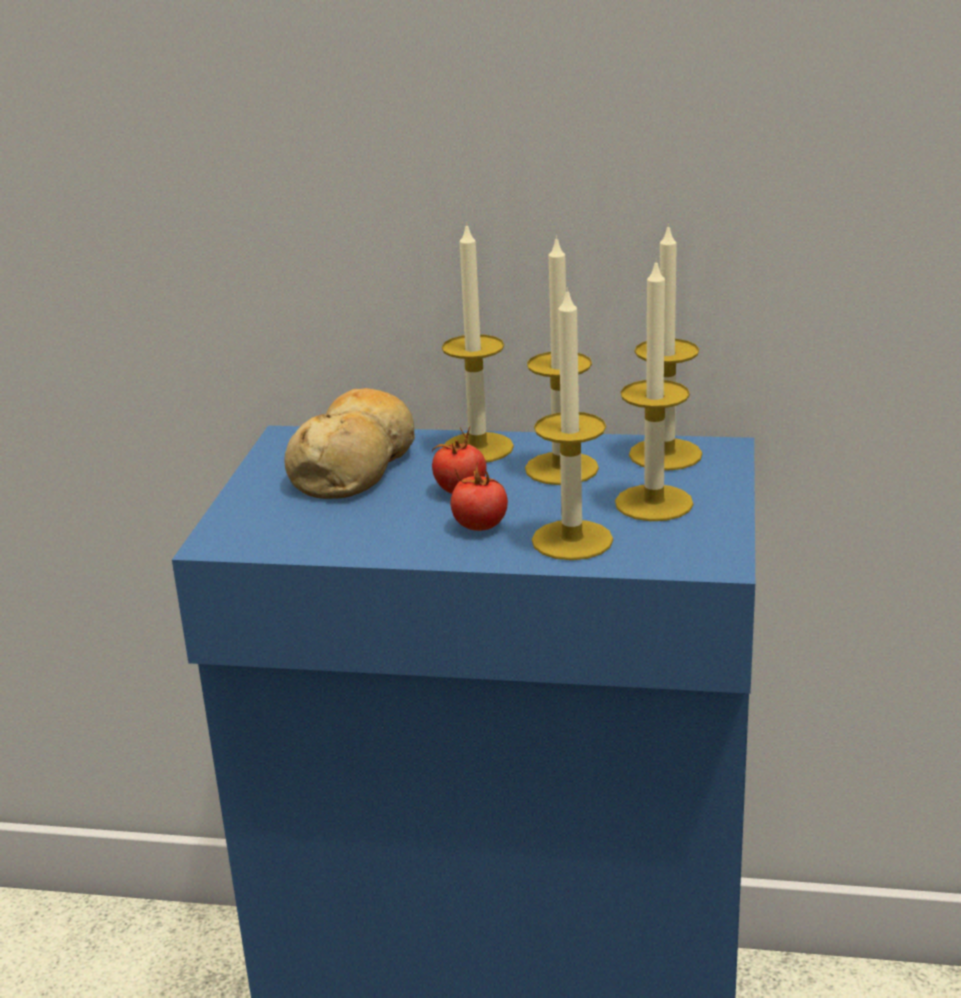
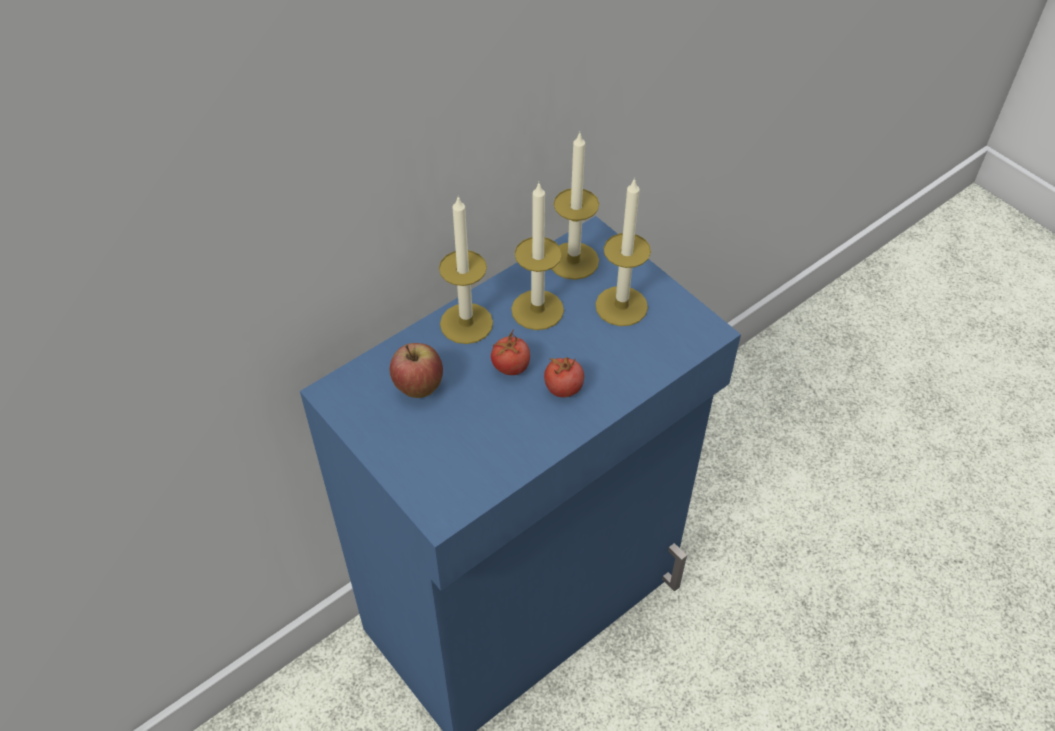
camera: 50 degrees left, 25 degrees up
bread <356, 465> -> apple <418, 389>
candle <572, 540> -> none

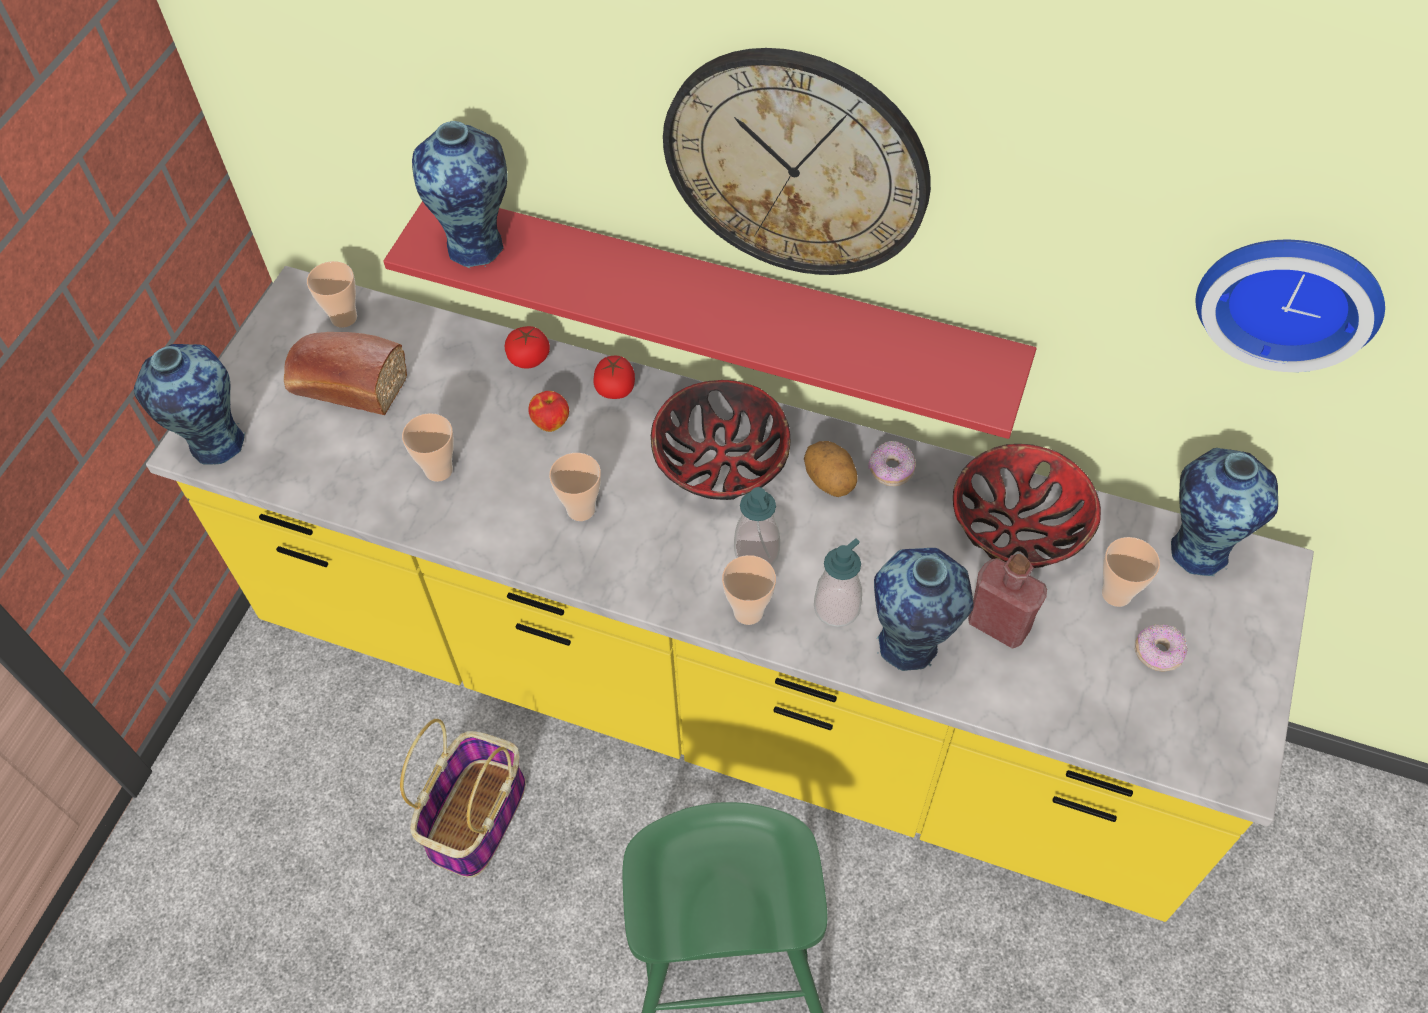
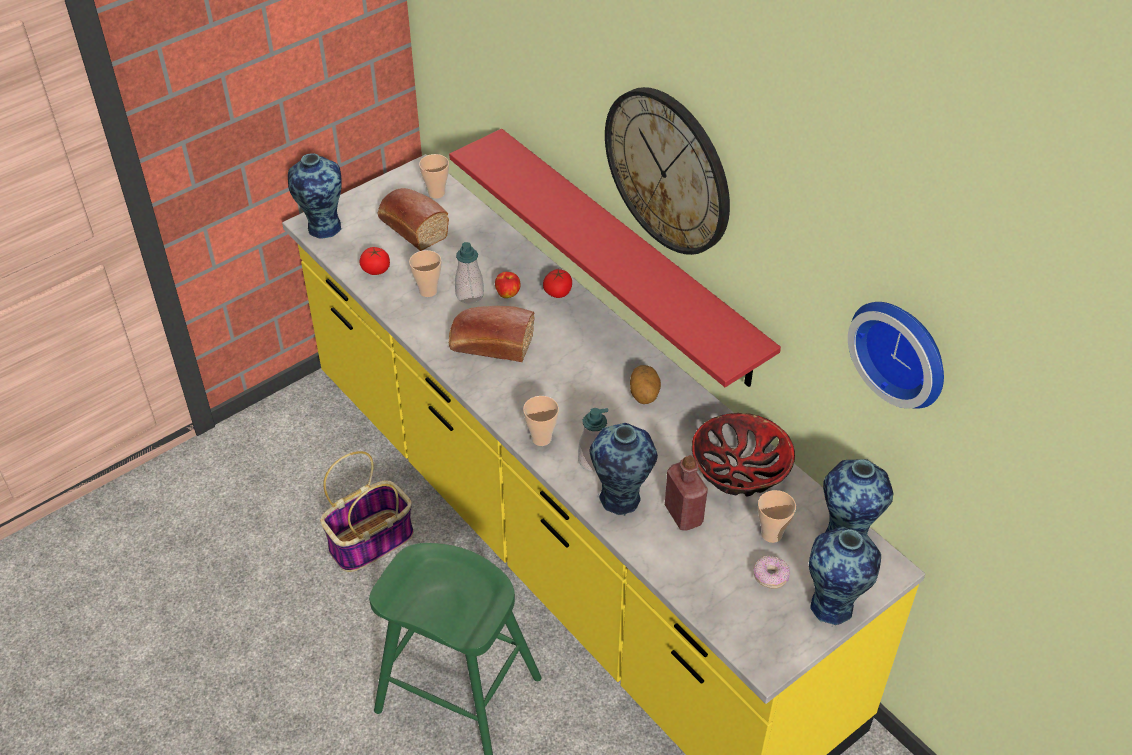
camera: 30 degrees right, 10 degrees down
tomato <529, 358> -> tomato <376, 270>, moved
cup <581, 509> -> bread <489, 344>
soap dispenser <756, 552> -> soap dispenser <469, 295>, moved
vase <477, 244> -> vase <833, 605>, moved
bowl <721, 462> -> none
donut <891, 470> -> none

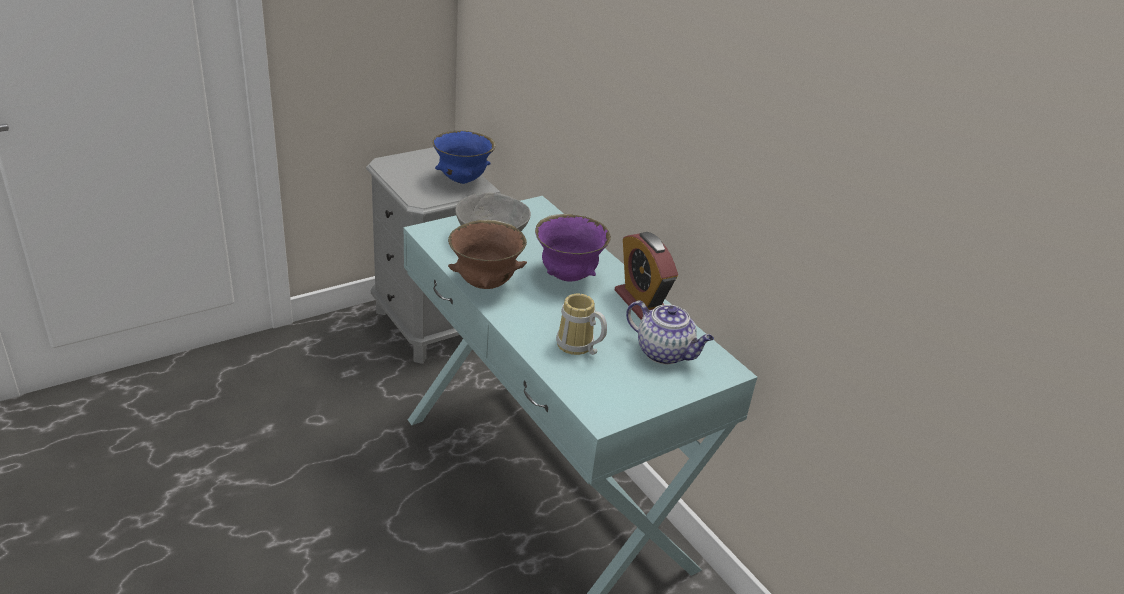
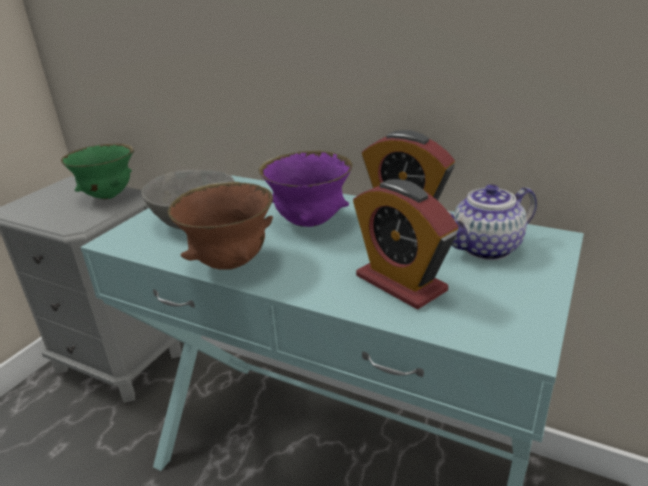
camera: 25 degrees left, 5 degrees down
blue bowl <462, 180> -> green bowl <109, 196>
mug <577, 348> -> alarm clock <400, 283>
teapot <665, 353> -> teapot <485, 249>, 150 degrees clockwise

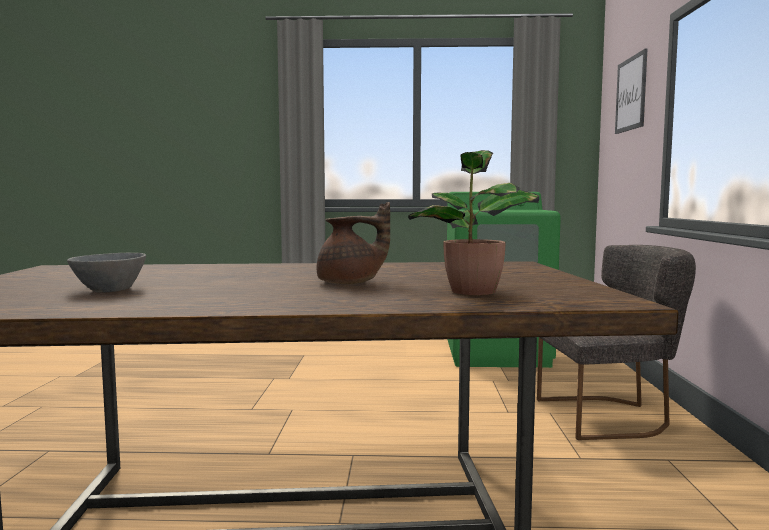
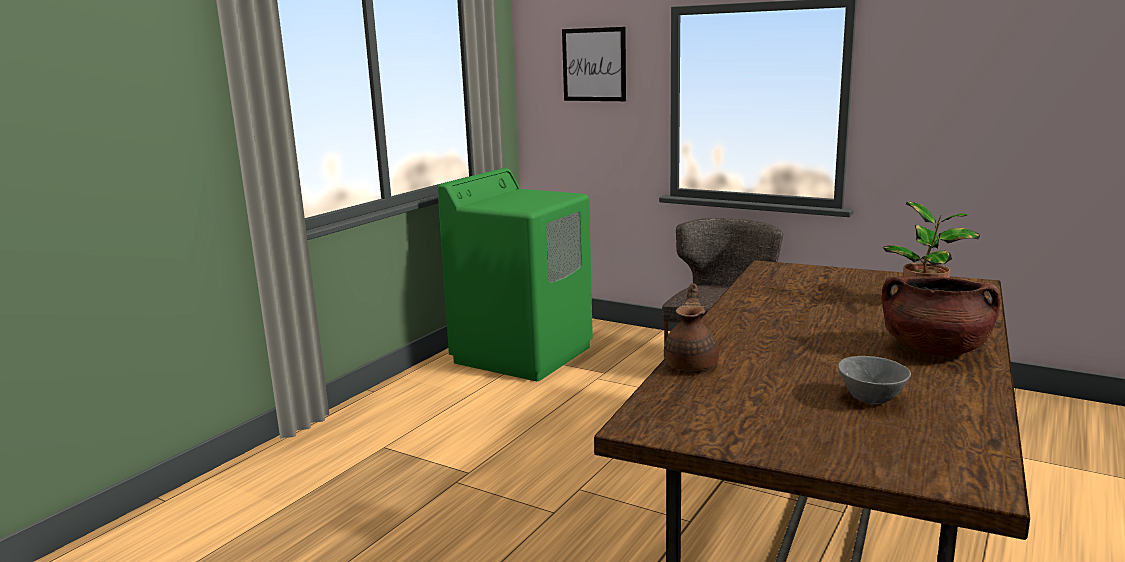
camera: 60 degrees left, 10 degrees up
brown teapot <351, 283> -> brown teapot <692, 364>, moved
none -> brown cooking pot <934, 349>

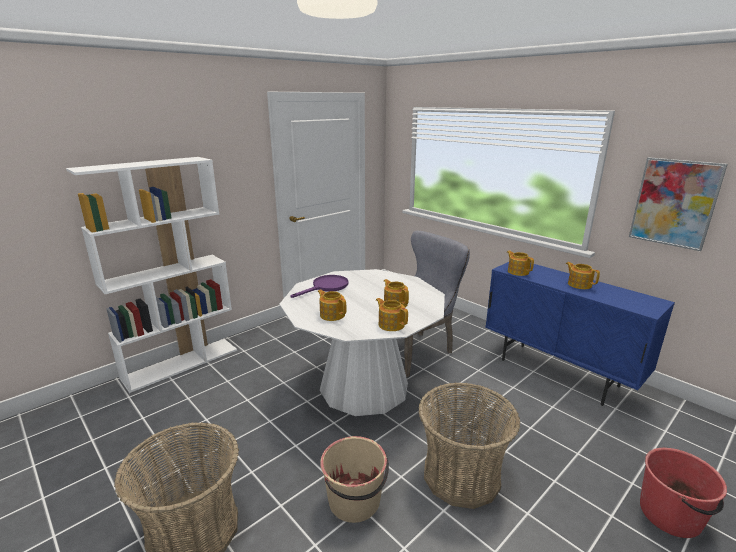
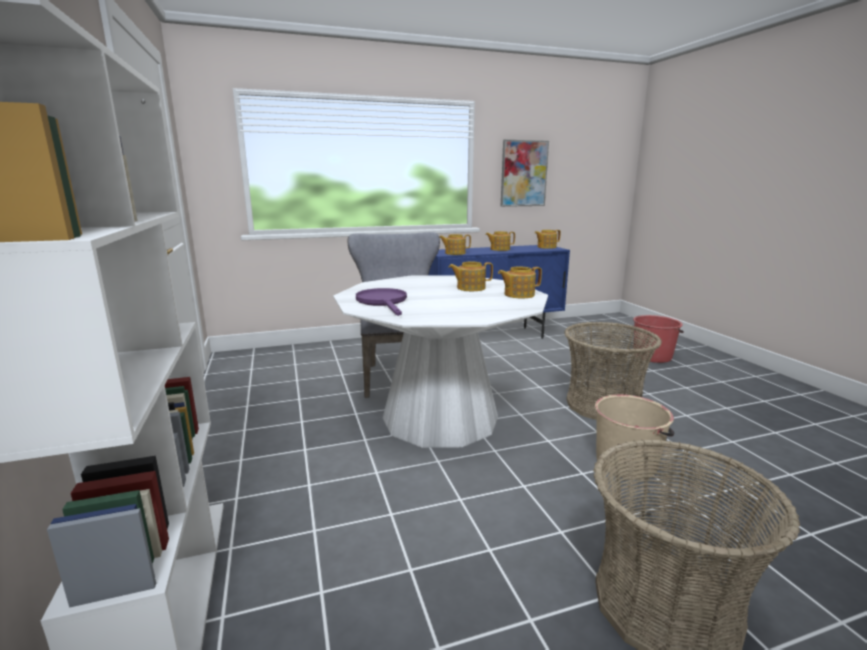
camera: 65 degrees left, 5 degrees down
teapot <332, 315> -> teapot <546, 247>, moved

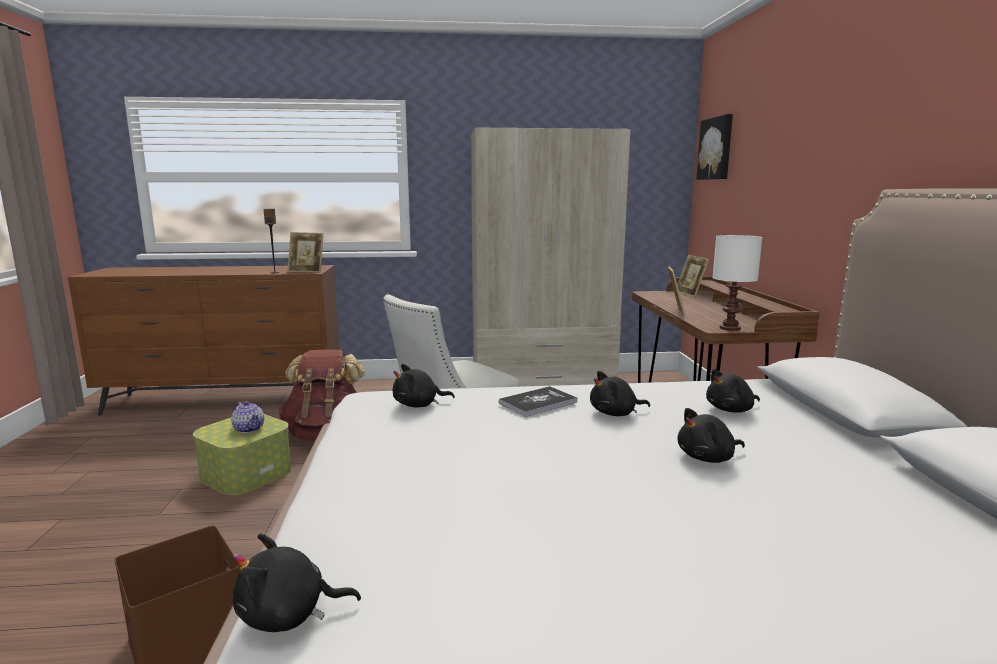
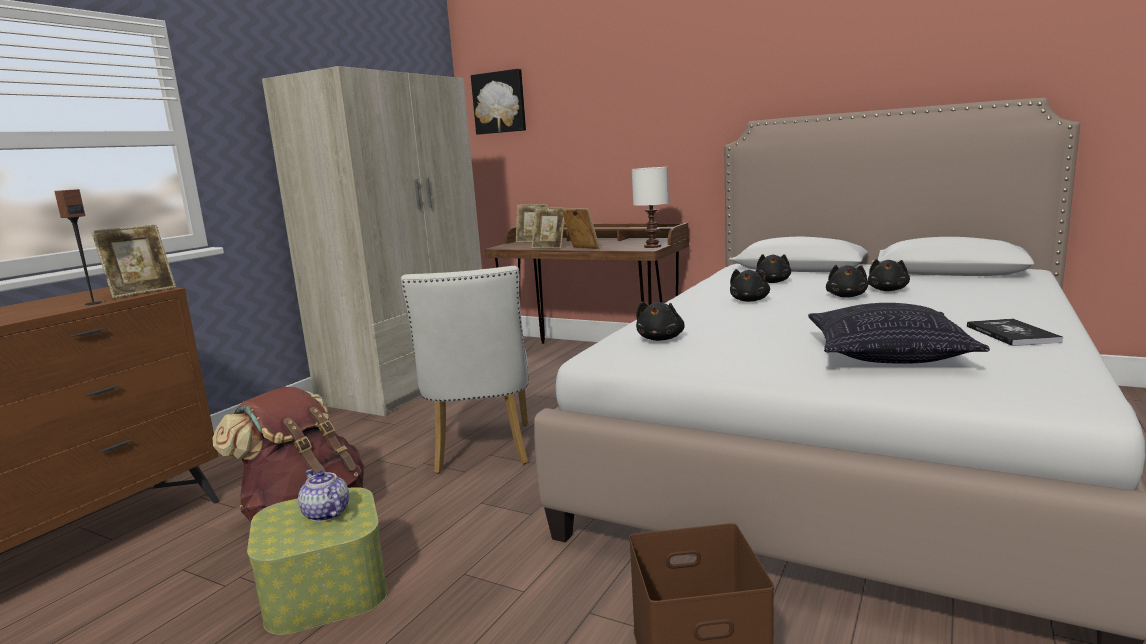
camera: 55 degrees left, 0 degrees up
teapot <249, 429> -> teapot <326, 514>, 120 degrees counterclockwise
none -> picture frame <549, 247>
none -> pillow <887, 355>
black plush toy <289, 615> -> black plush toy <888, 290>, moved
book <538, 403> -> book <1012, 334>, moved

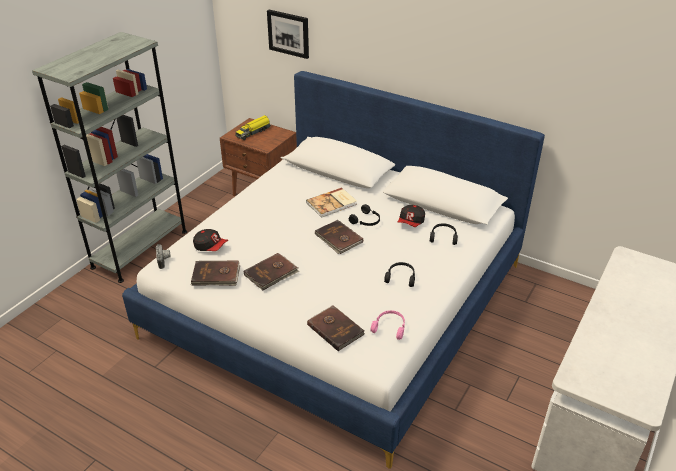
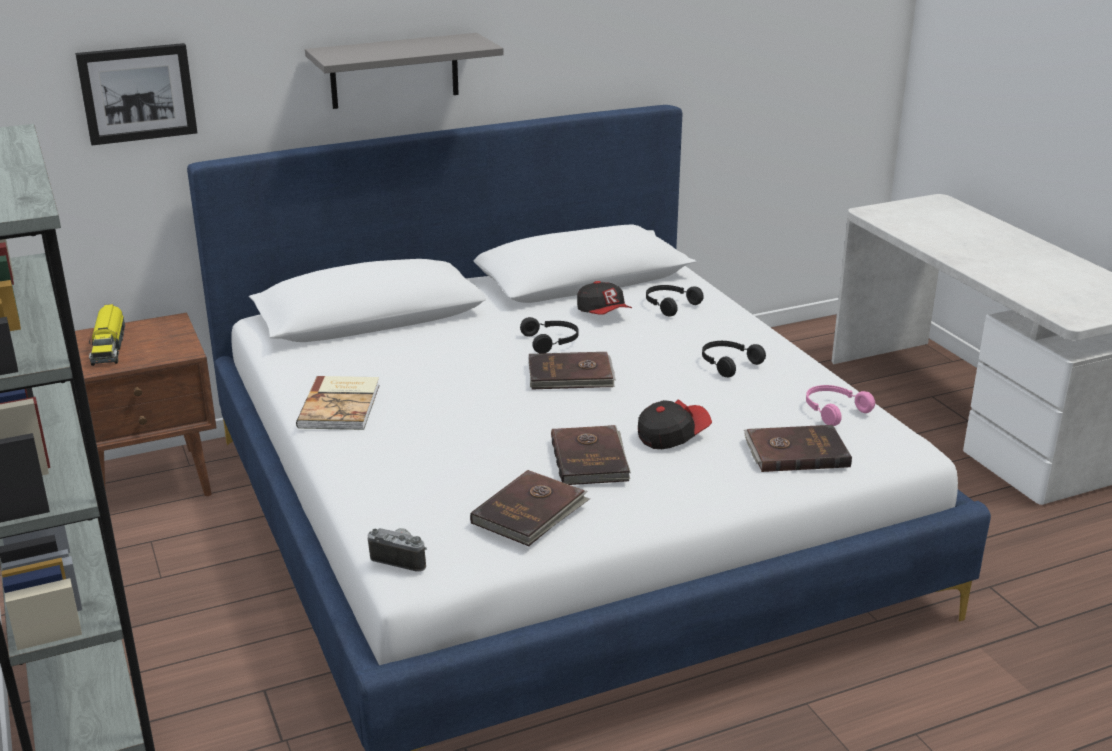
camera: 55 degrees left, 10 degrees down
book <332, 204> -> book <342, 405>, moved
none -> grey shelf <394, 71>
cap <210, 247> -> cap <672, 436>, moved

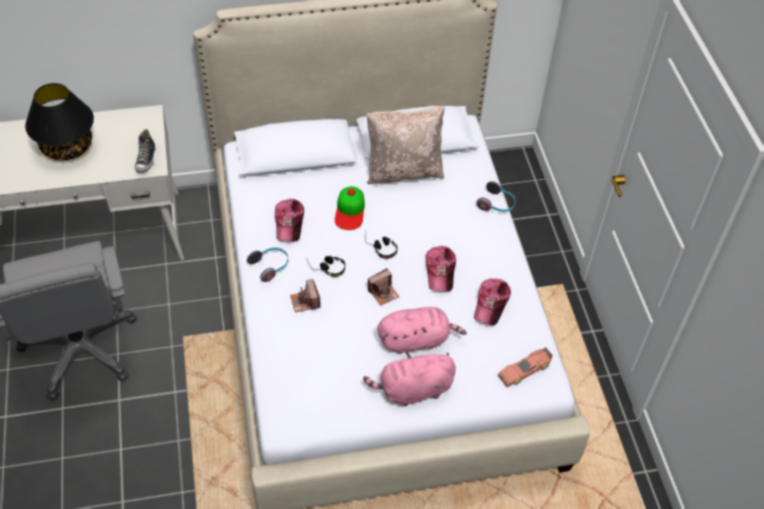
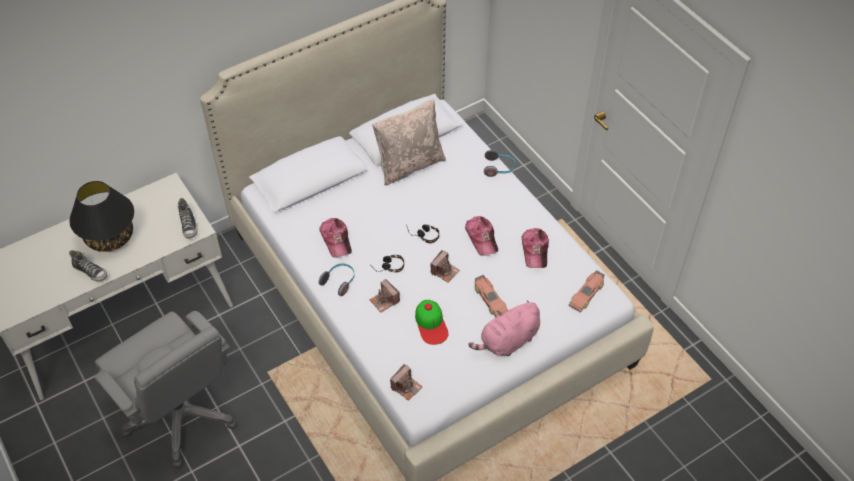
camera: 20 degrees left, 0 degrees up
none -> shoe <91, 271>
none -> photo camera <406, 387>
cap <350, 211> -> cap <431, 324>, moved
pink plush toy <416, 339> -> toy car <490, 300>

